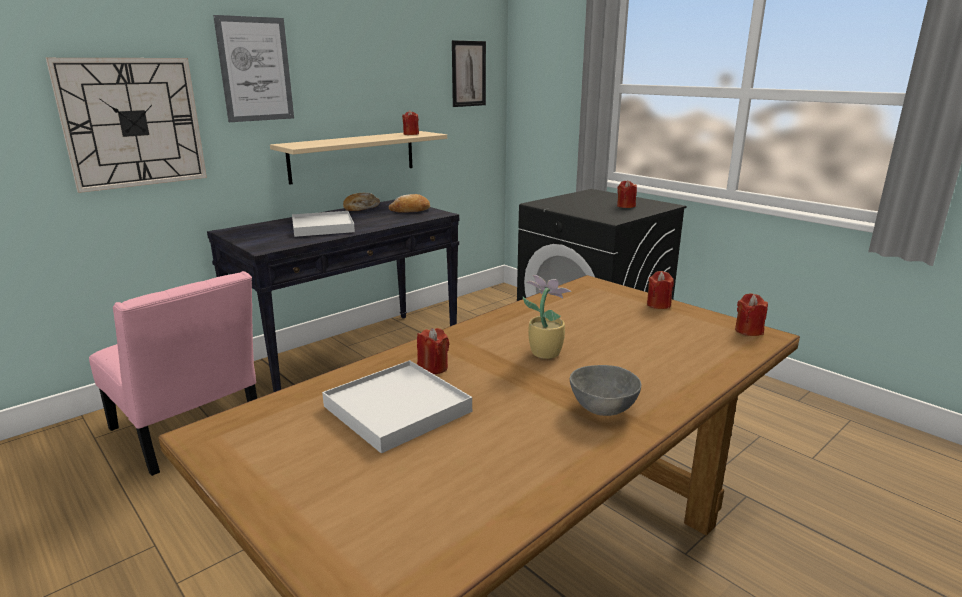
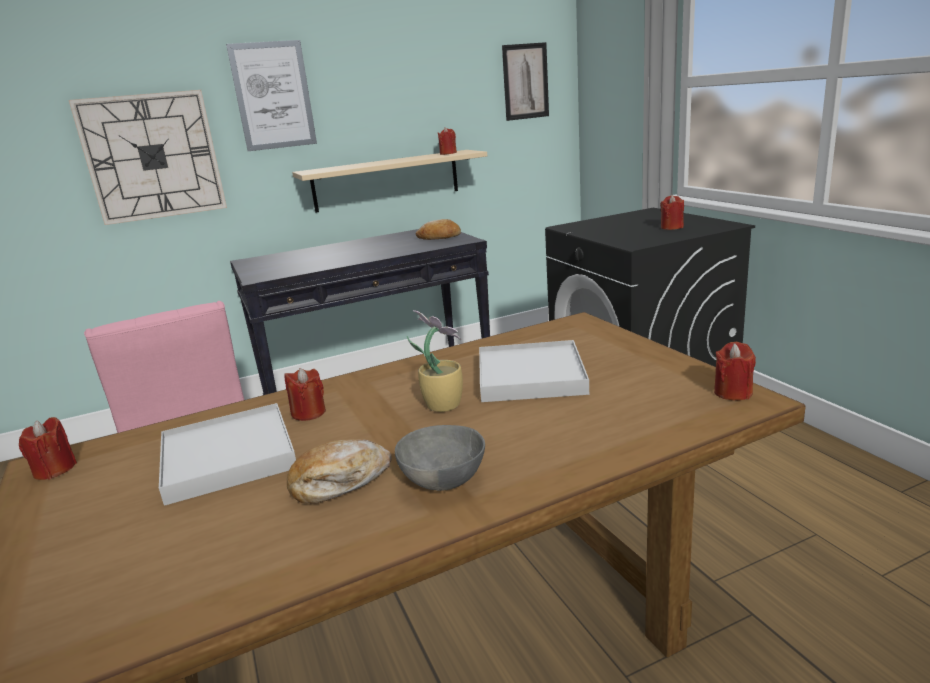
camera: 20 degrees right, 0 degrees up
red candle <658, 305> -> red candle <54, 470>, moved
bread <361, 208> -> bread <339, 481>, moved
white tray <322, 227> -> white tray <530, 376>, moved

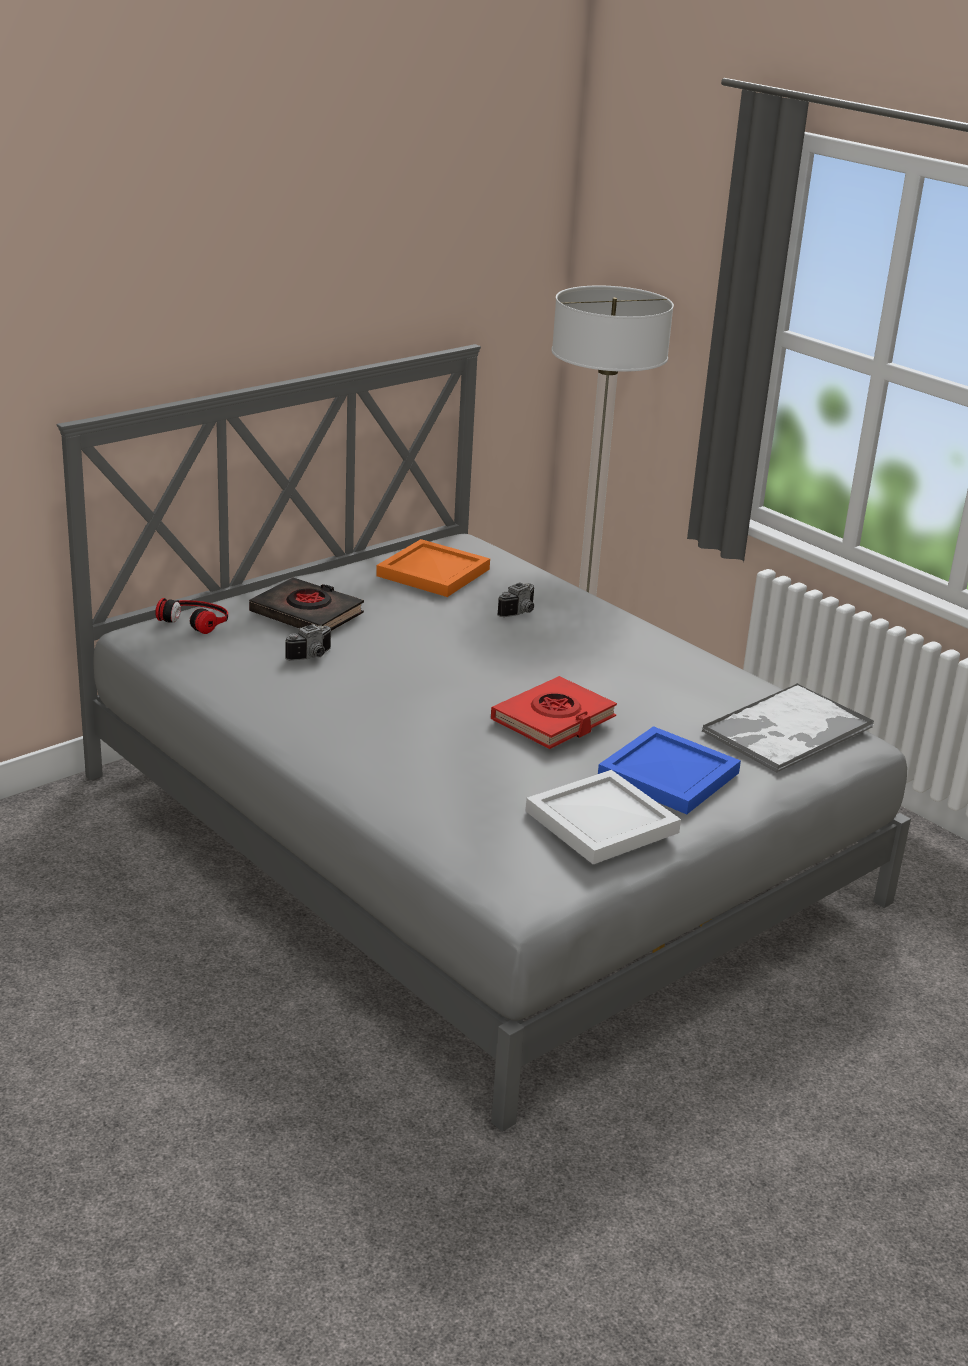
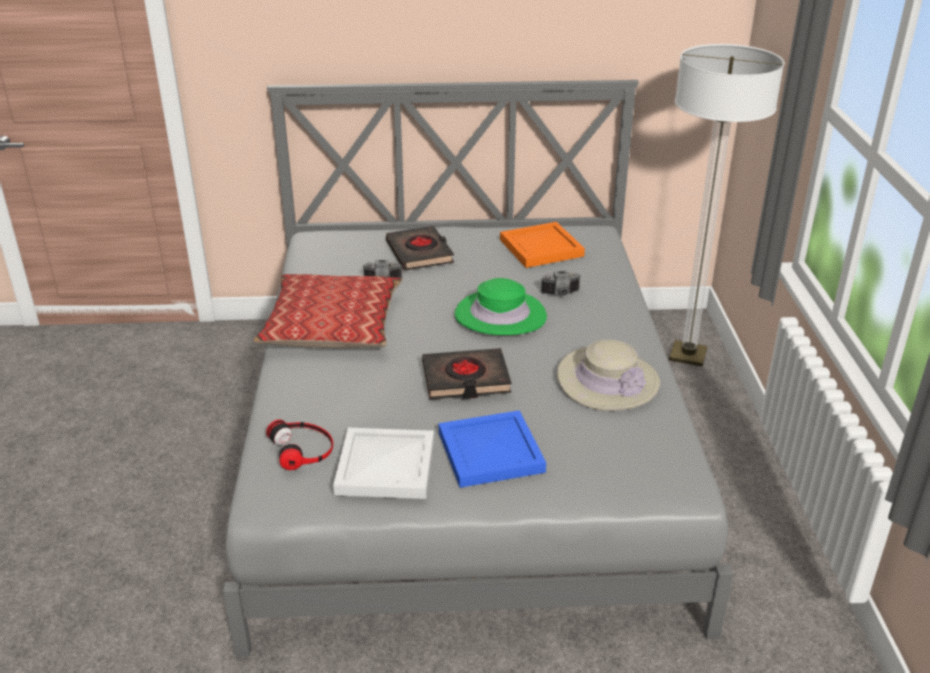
camera: 40 degrees right, 5 degrees up
none -> pillow <332, 325>
headphones <196, 619> -> headphones <303, 448>, moved
red book <554, 720> -> black book <465, 379>
none -> green hat <500, 315>
none -> beige hat <607, 380>
tray <786, 730> -> none

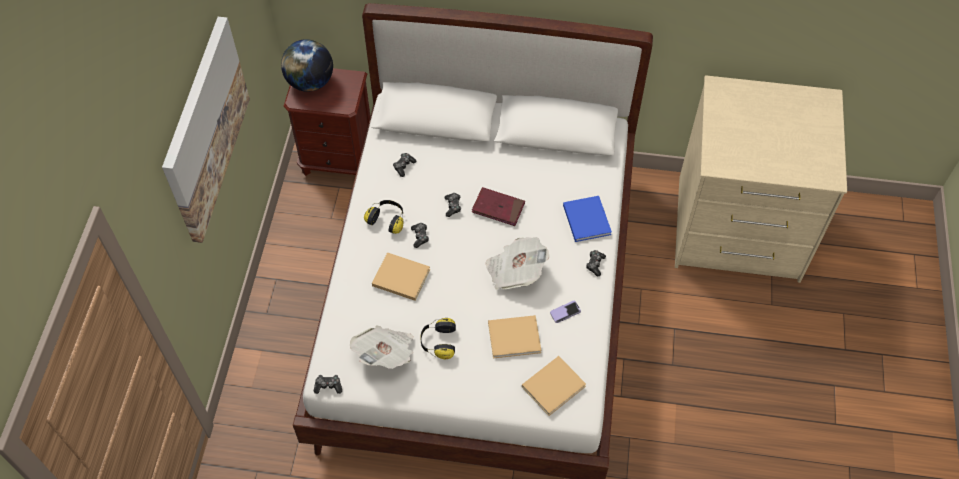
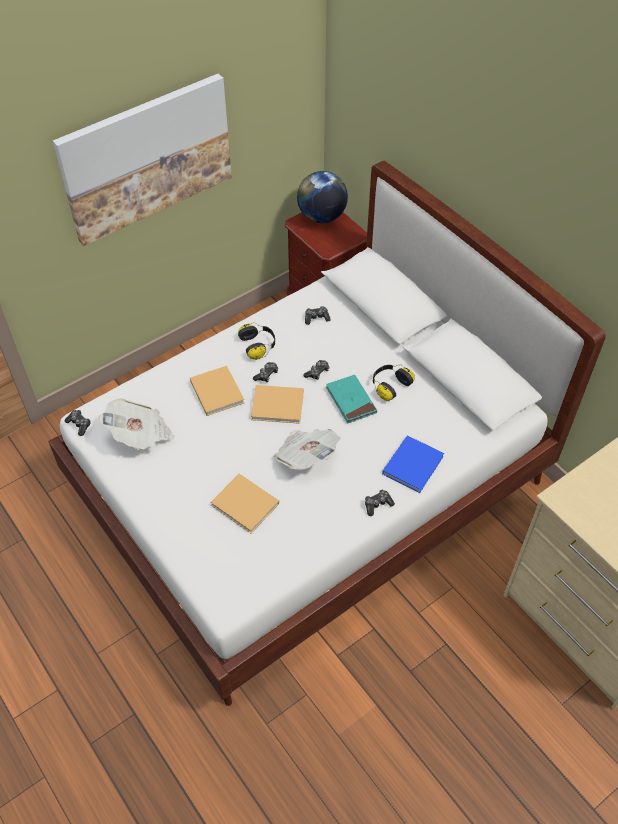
camera: 45 degrees right, 5 degrees down
beige book <555, 385> -> beige book <279, 406>, moved
red book <498, 208> -> turquoise book <351, 400>
headphones <438, 342> -> headphones <389, 386>, moved
phone <565, 312> -> none

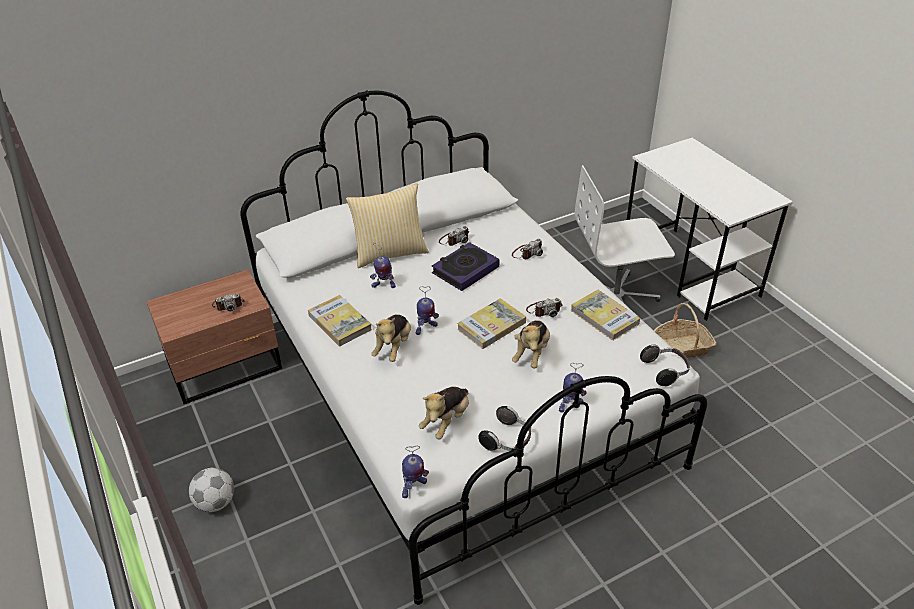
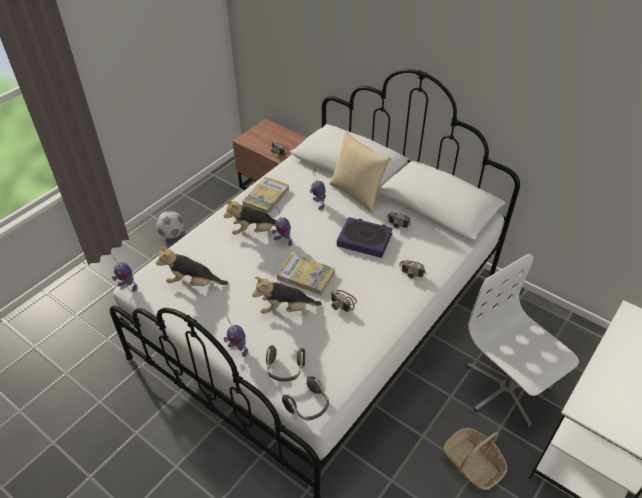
camera: 65 degrees right, 5 degrees up
headphones <507, 440> -> headphones <285, 370>, moved
book <604, 317> -> none

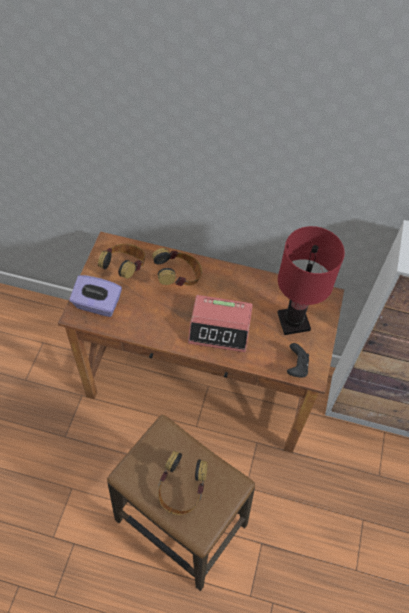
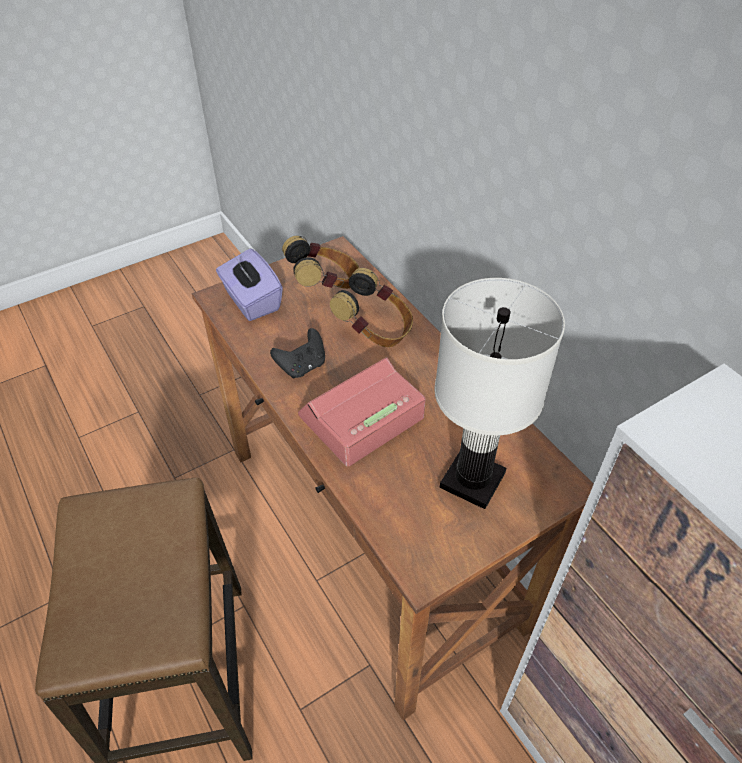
camera: 45 degrees right, 10 degrees down
black game controller <296, 367> -> black game controller <302, 366>, moved
alarm clock <220, 328> -> alarm clock <361, 418>, 90 degrees clockwise
red table lamp <293, 321> -> white table lamp <472, 479>
headphones <181, 490> -> none

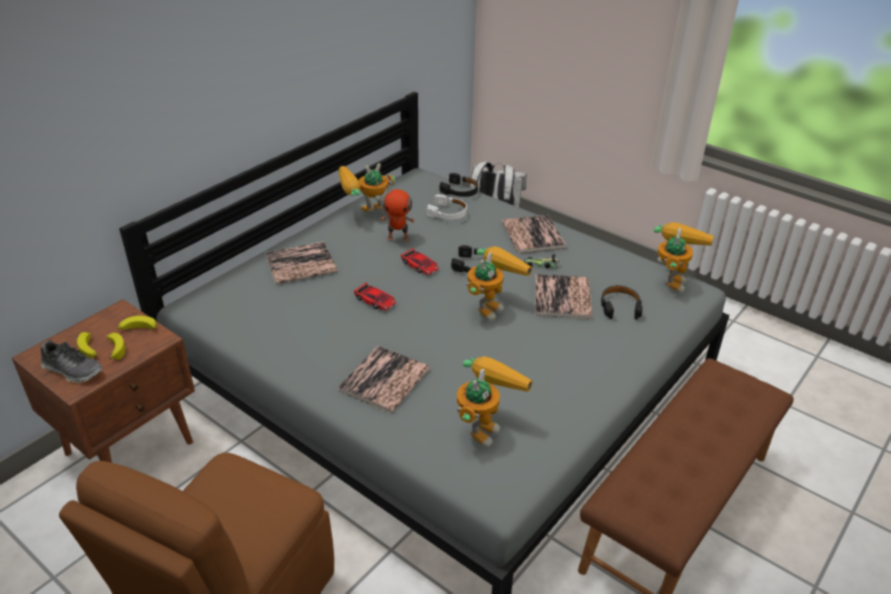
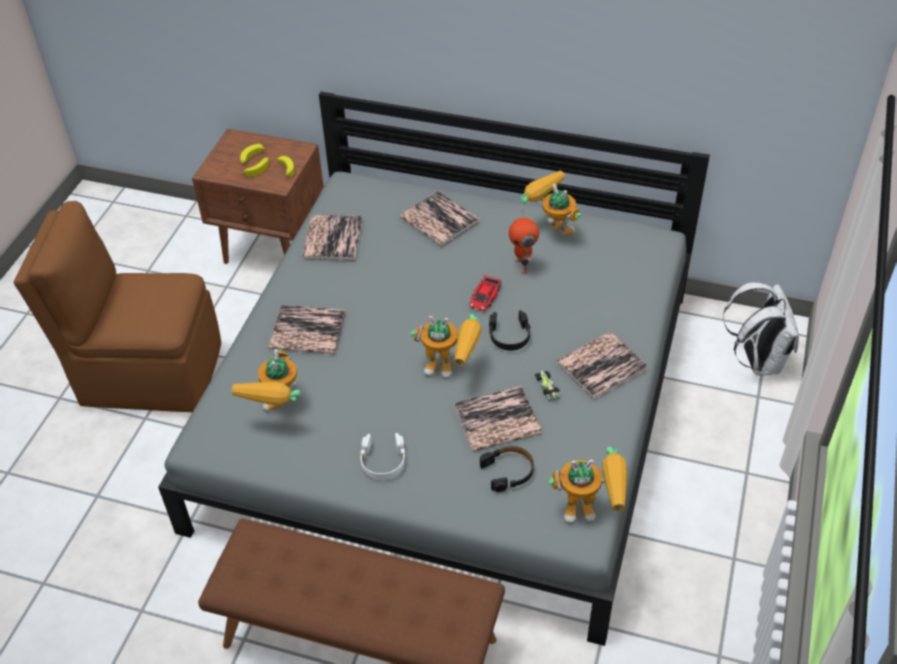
camera: 70 degrees right, 10 degrees up
toy robot <484, 425> -> toy robot <278, 411>, 90 degrees clockwise
none -> book <332, 239>
white headphones <448, 213> -> white headphones <383, 461>, moved
shoe <73, 370> -> none
toy car <375, 300> -> none
black headphones <460, 191> -> none

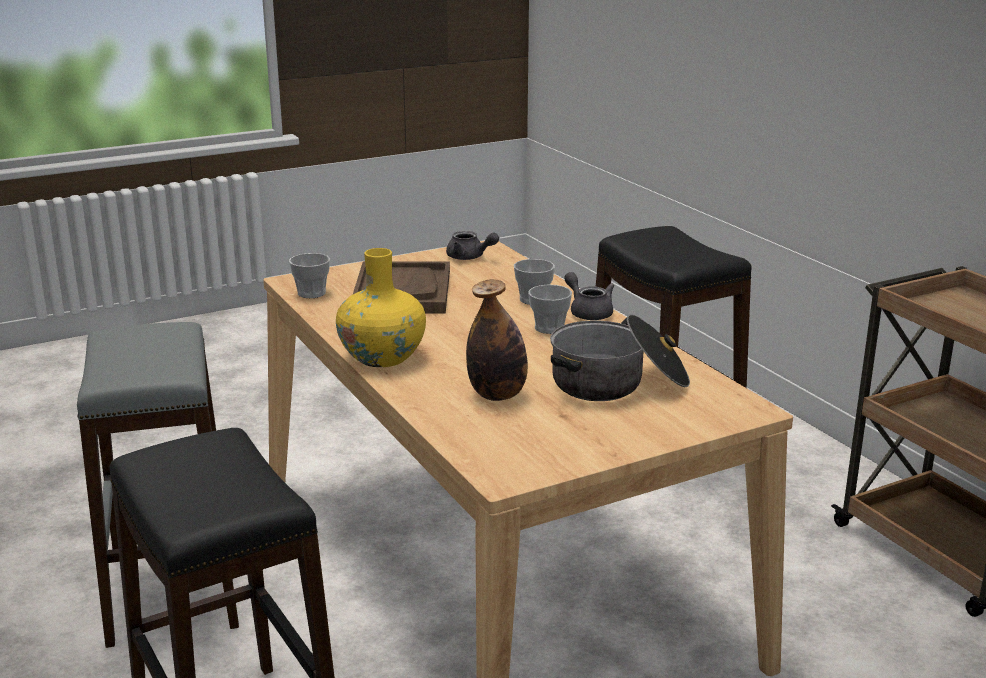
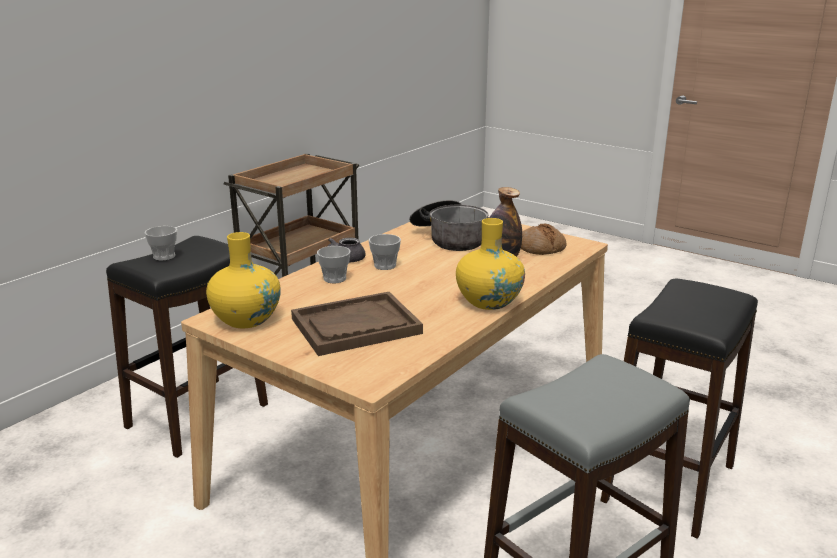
camera: 115 degrees left, 0 degrees up
cup <311, 293> -> cup <164, 256>, moved
grey teapot <469, 257> -> yellow vase <246, 319>
none -> bread <541, 248>

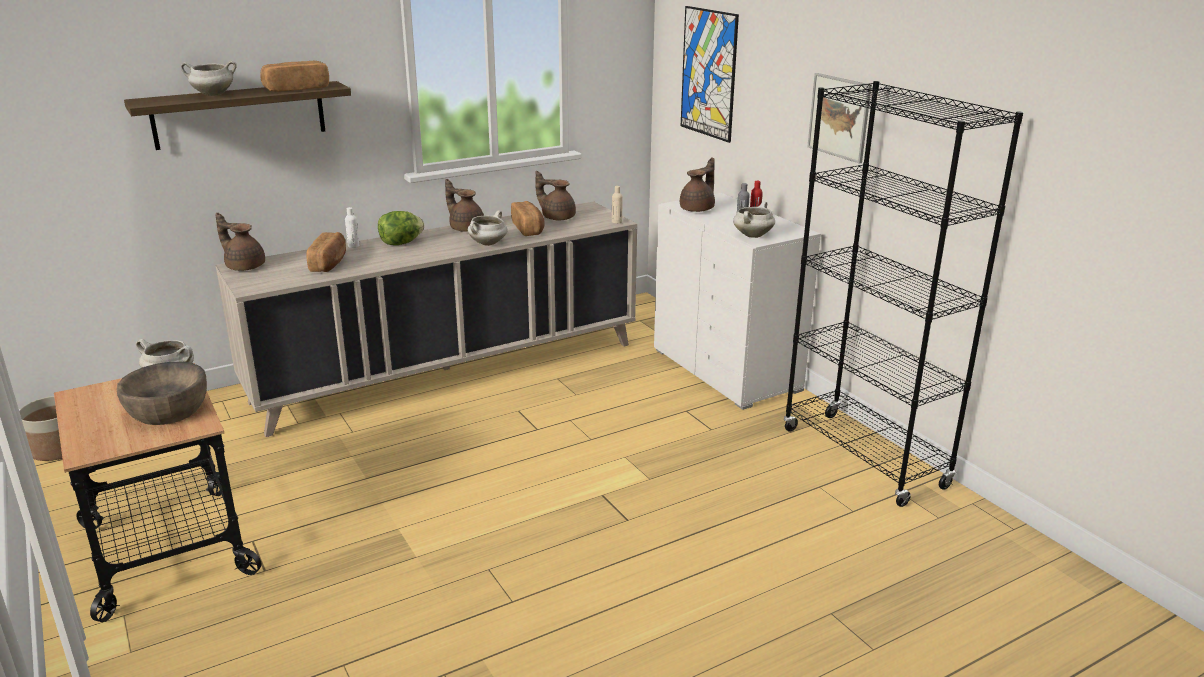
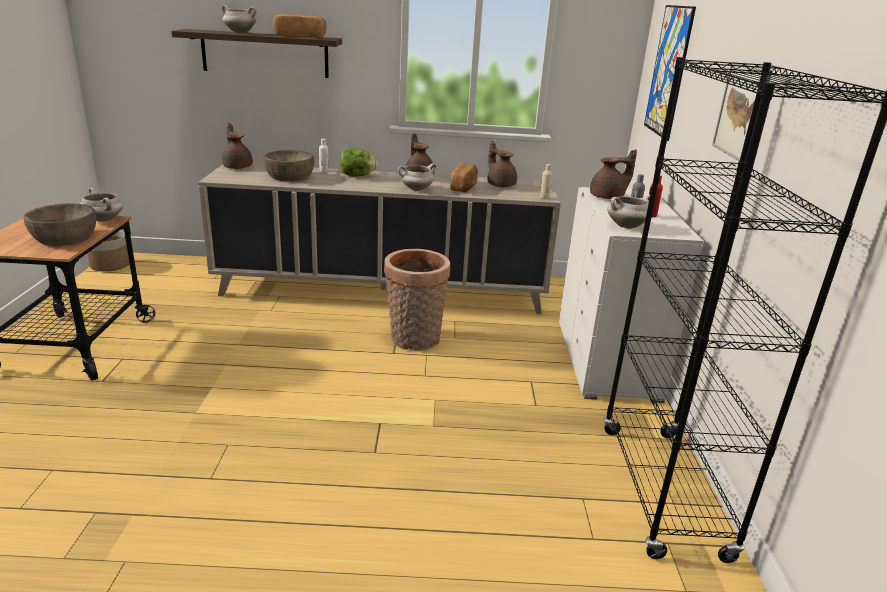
camera: 30 degrees right, 0 degrees up
bread <329, 263> -> brown bowl <289, 176>
none -> basket <414, 341>

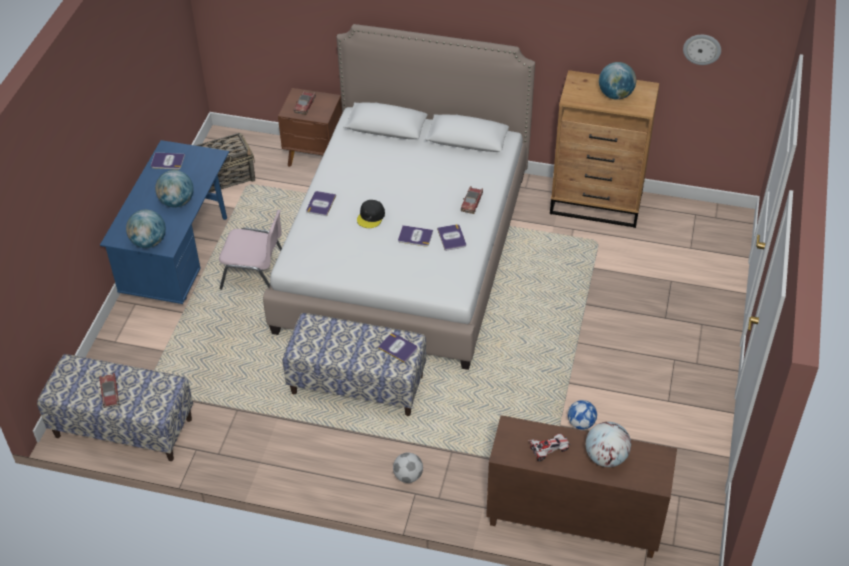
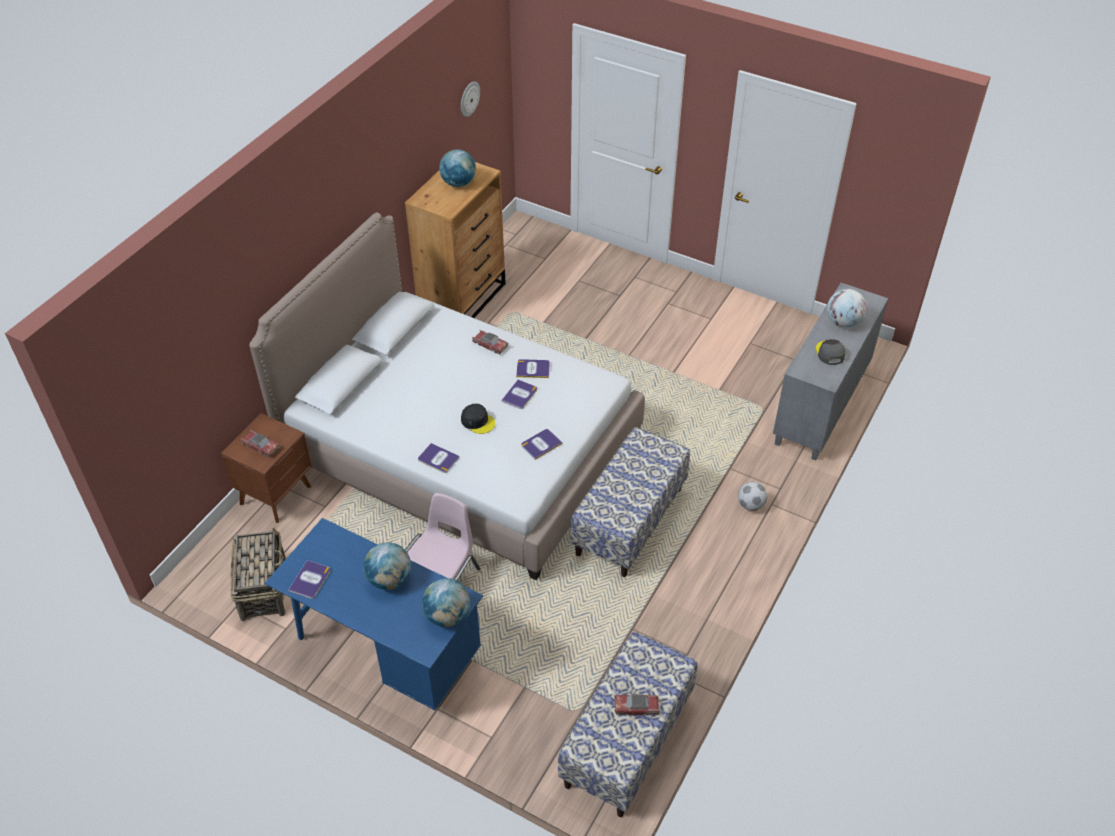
camera: 75 degrees left, 0 degrees up
book <398, 348> -> book <541, 444>, moved
brown cabinet <573, 521> -> grey cabinet <821, 407>
toy car <548, 450> -> grey cap <829, 353>
football <581, 423> -> none

